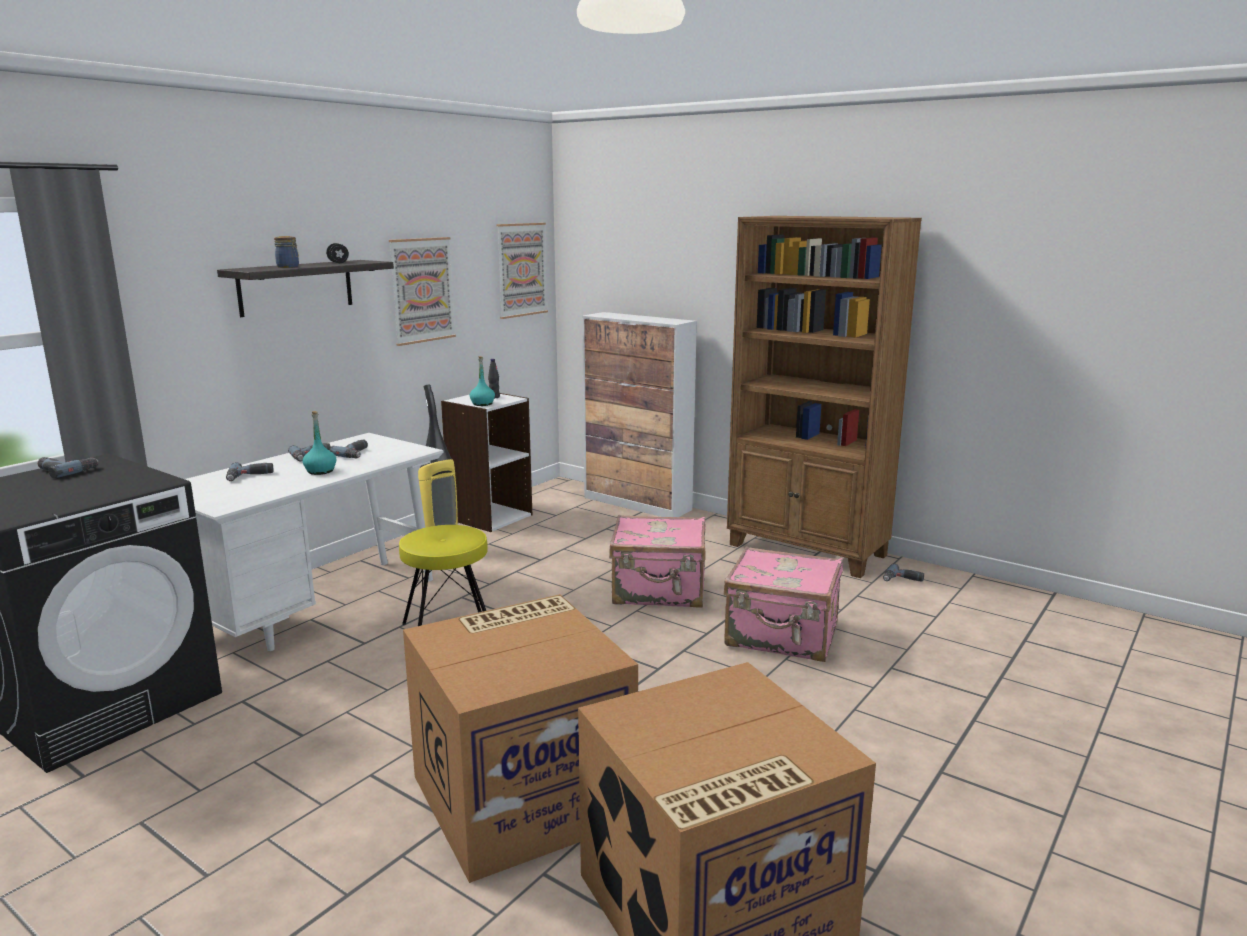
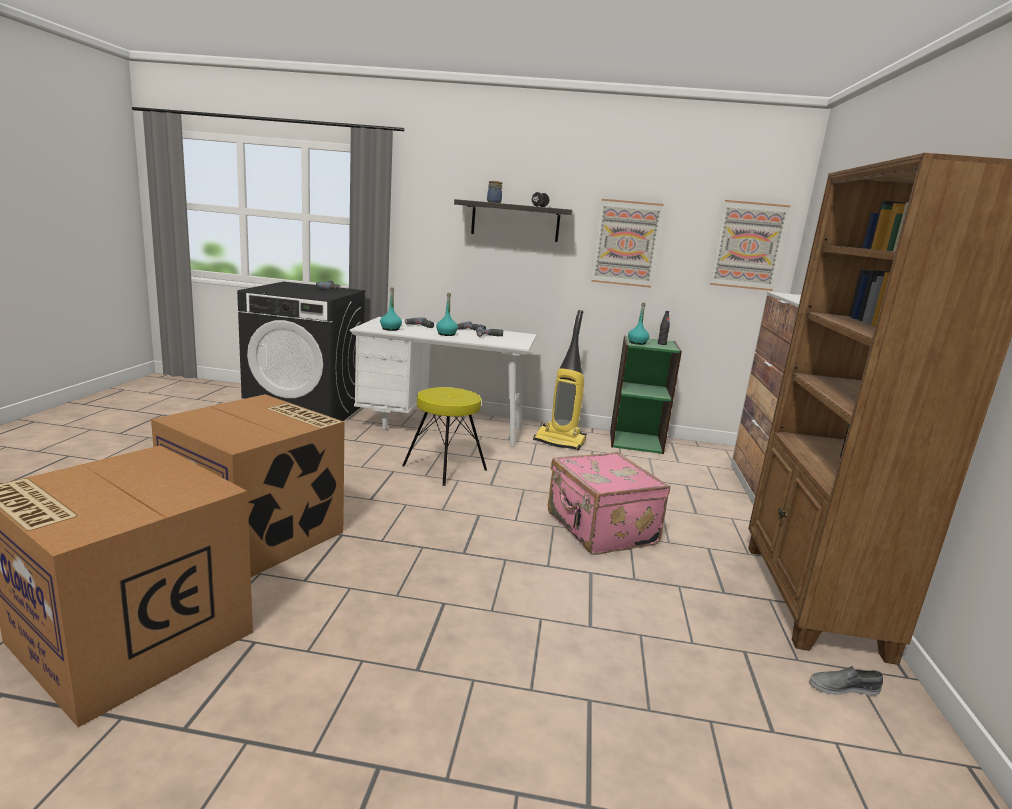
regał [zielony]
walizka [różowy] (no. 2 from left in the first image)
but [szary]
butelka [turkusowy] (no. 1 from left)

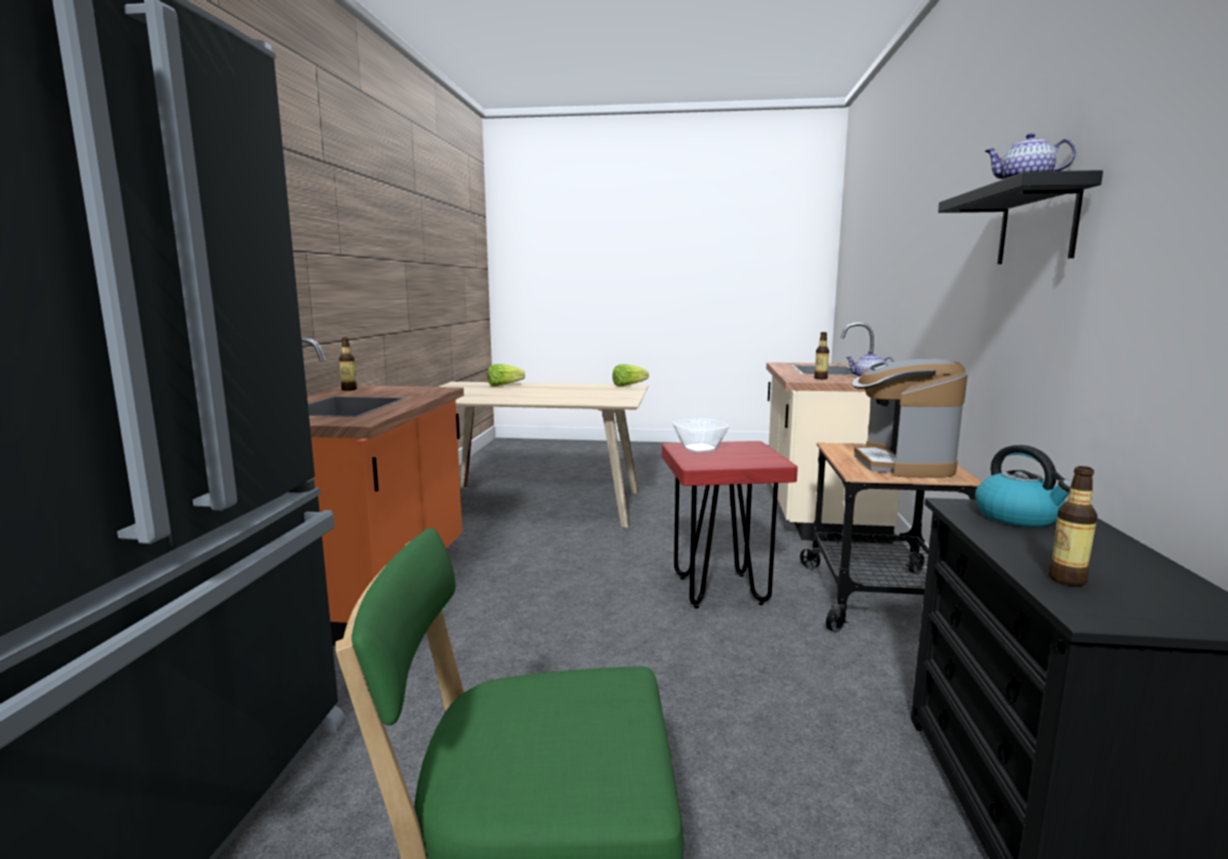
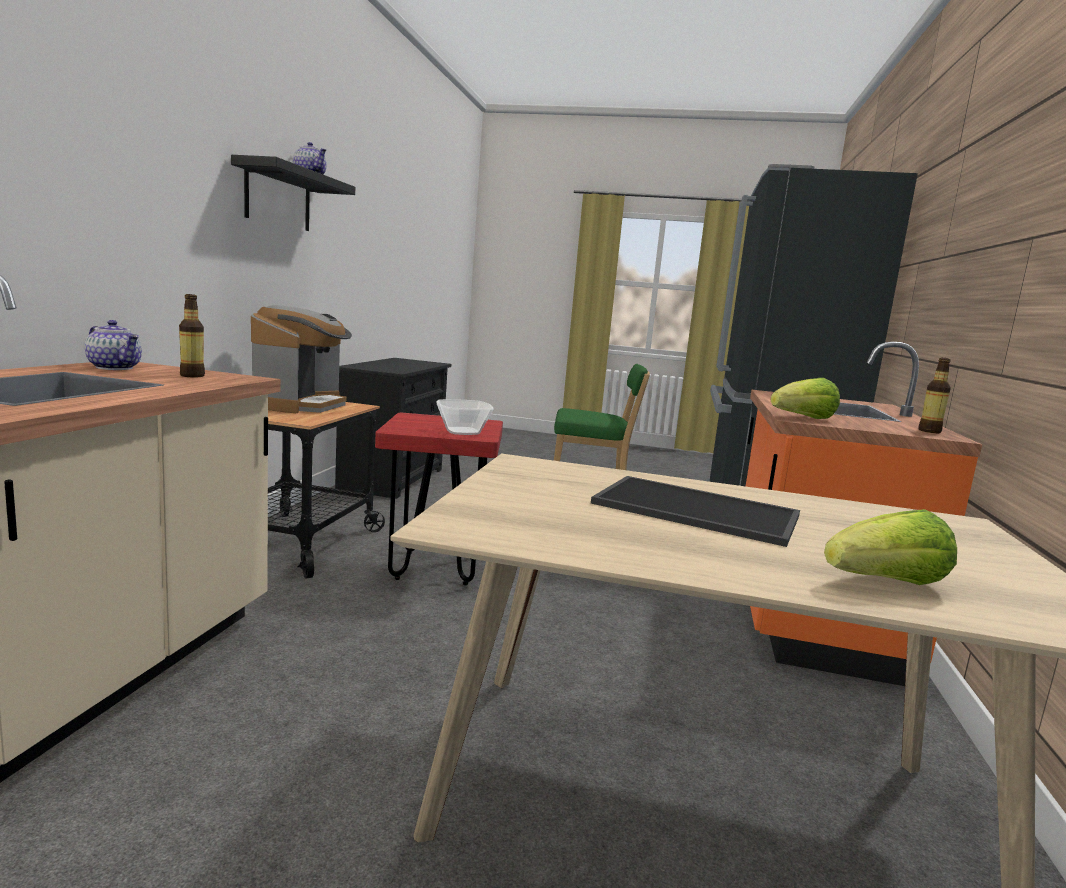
sałata (no. 1 from left)
czajnik
butelka (no. 3 from left in the first image)
taca

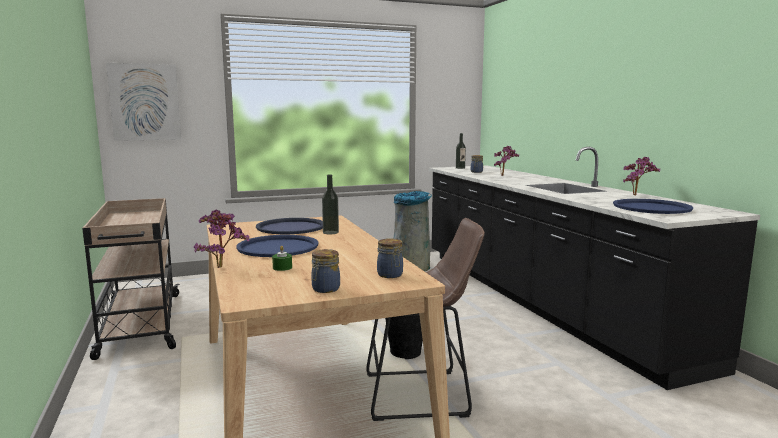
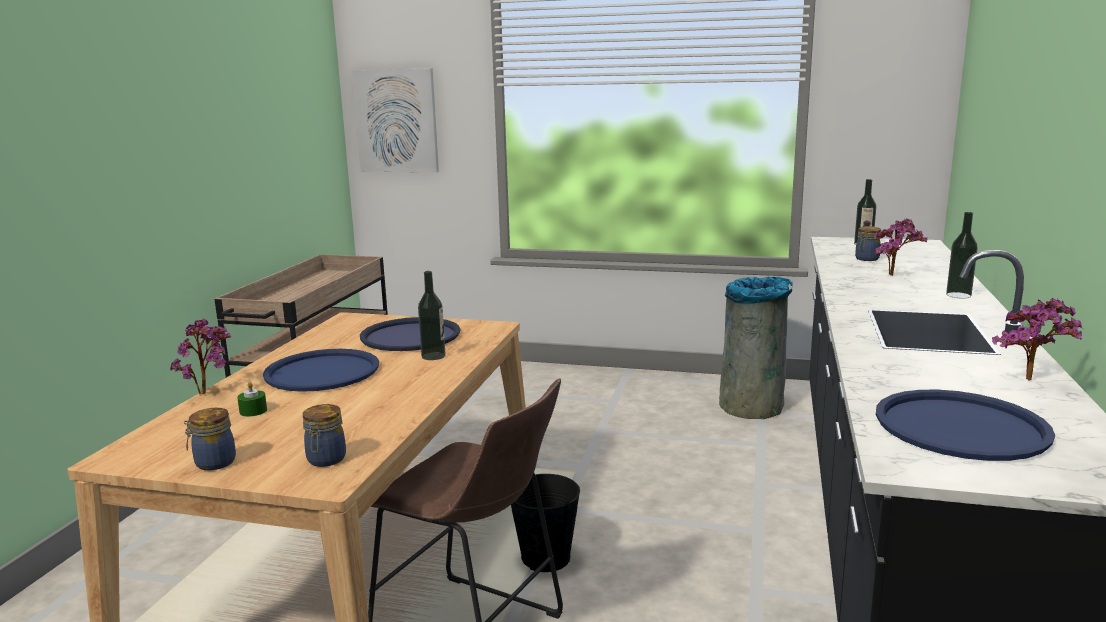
butelka (no. 3 from left)

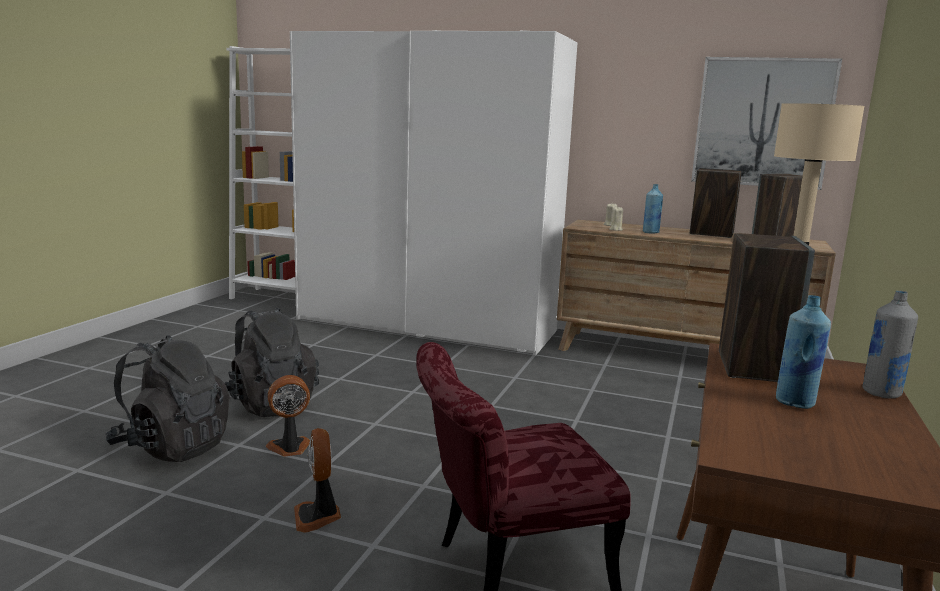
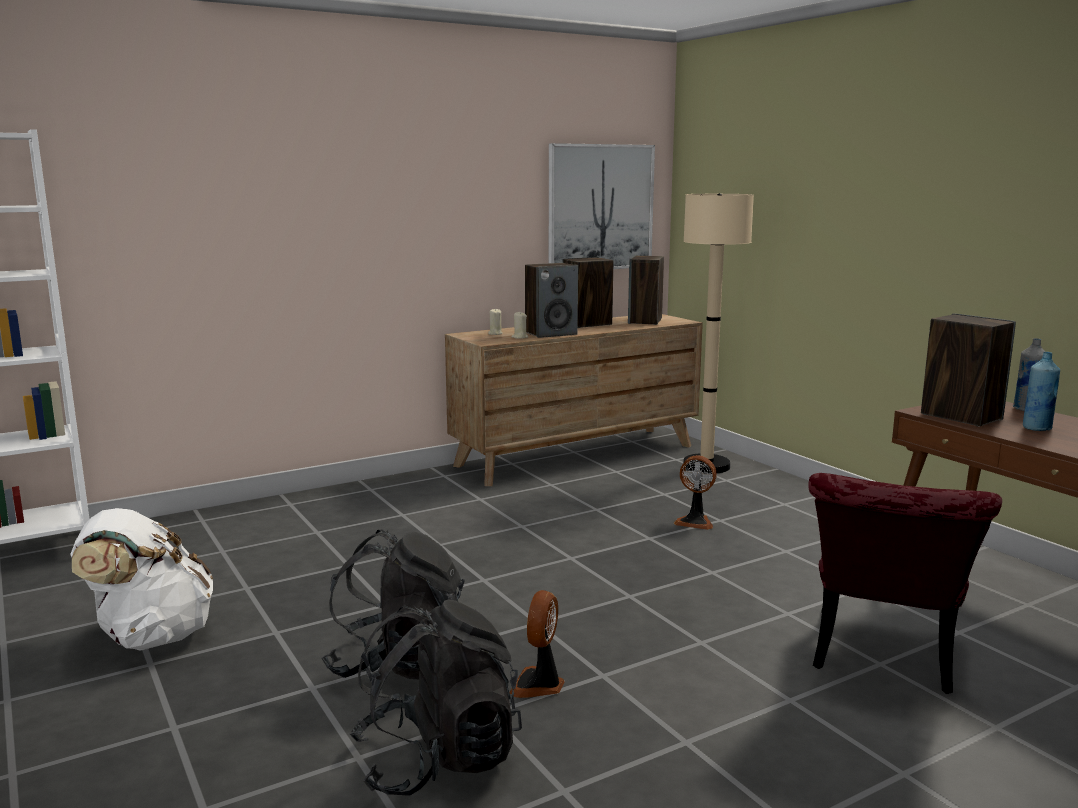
szafa [biały]
wentylator (no. 2 from left)
głośnik (no. 1 from left)
plecak [biały]

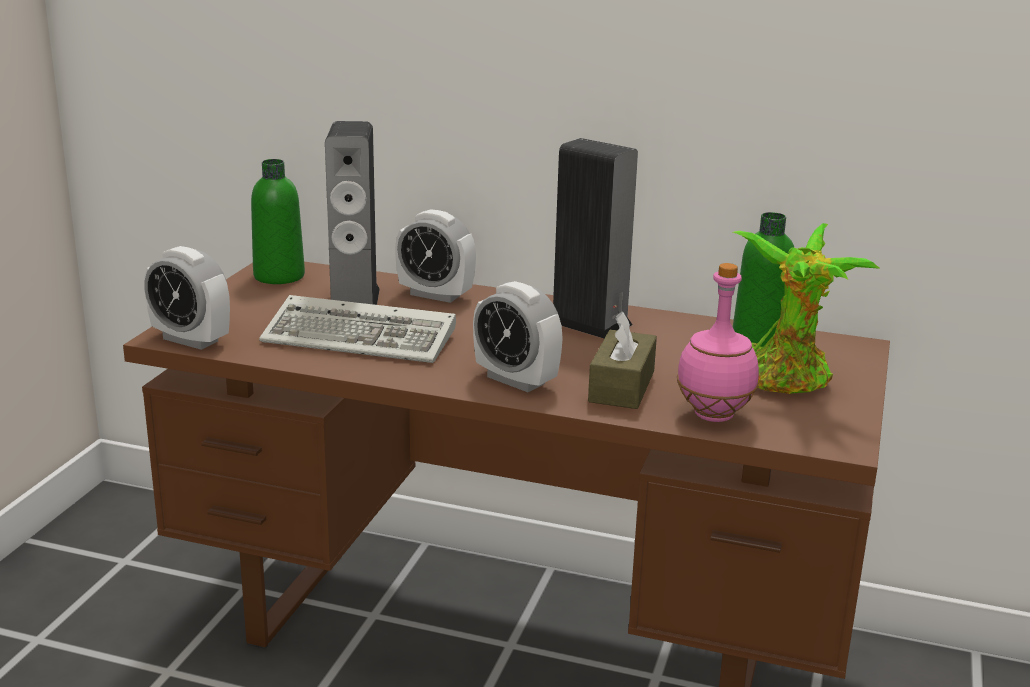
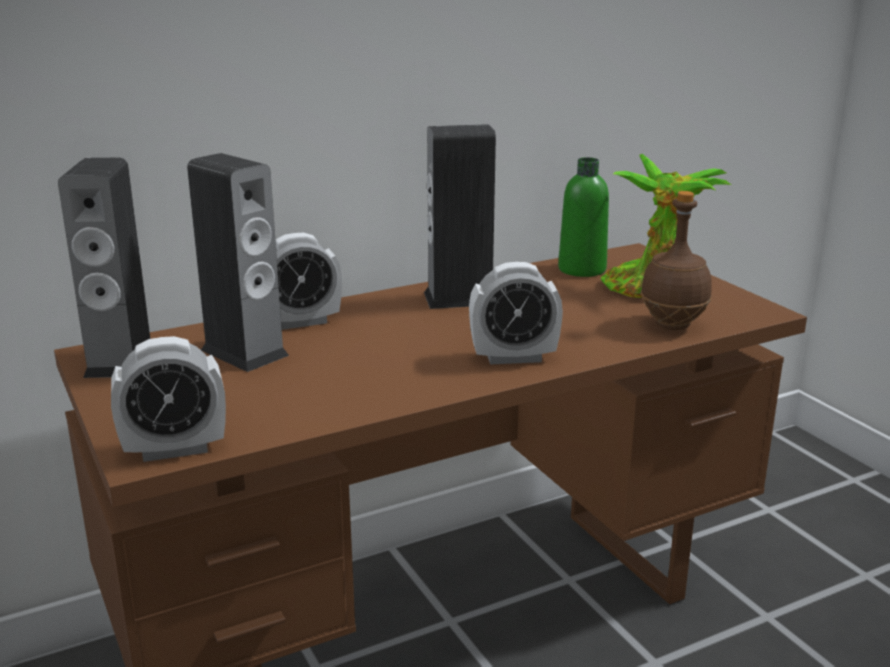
głośnik (no. 1 from left)
klawiatura
pudełko chusteczek [brązowy]
butelka [brązowy]

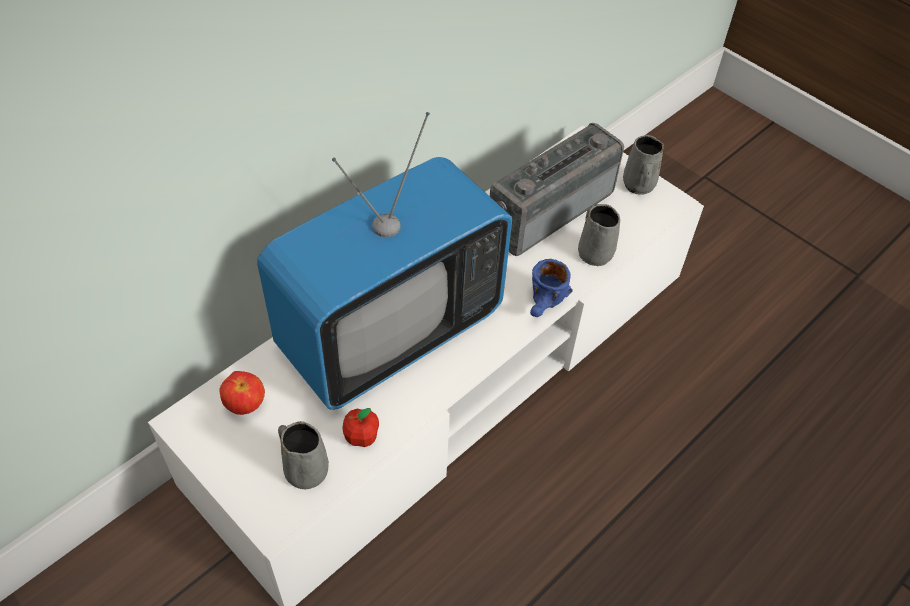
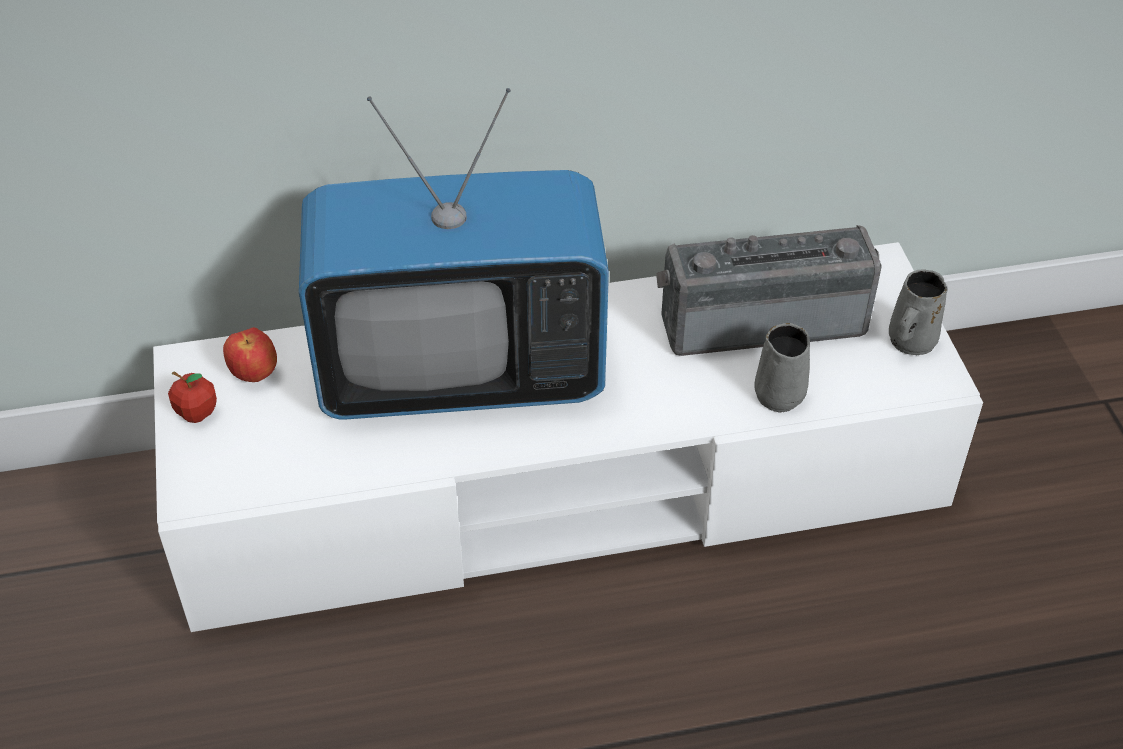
kubek [szary] (no. 1 from left in the first image)
jabłko (no. 1 from left)
kubek [niebieski]

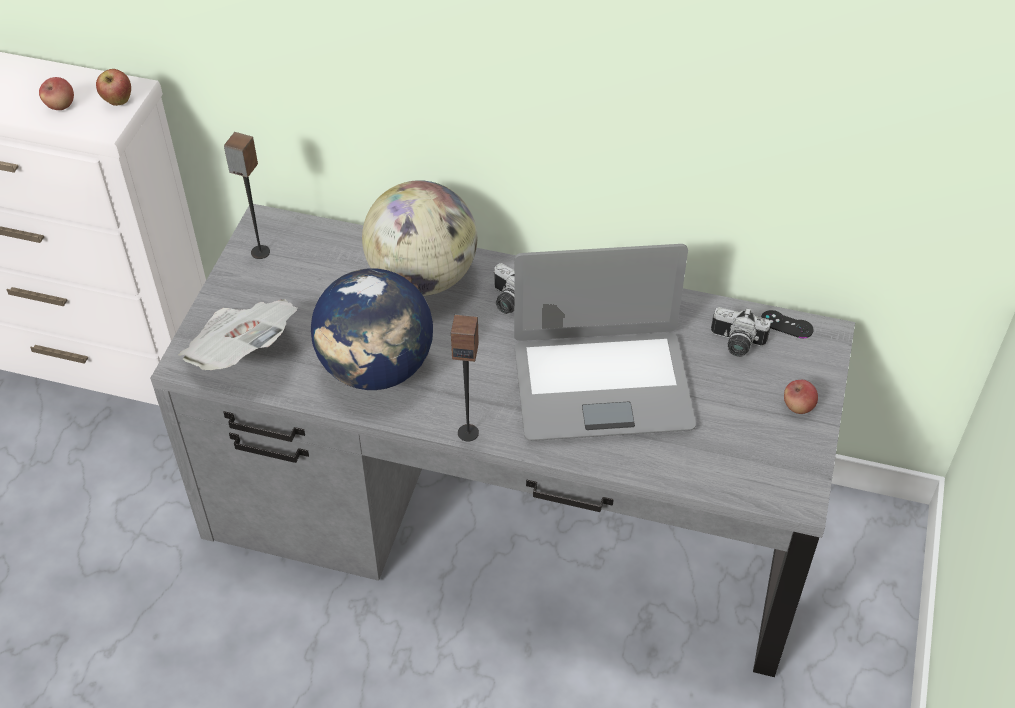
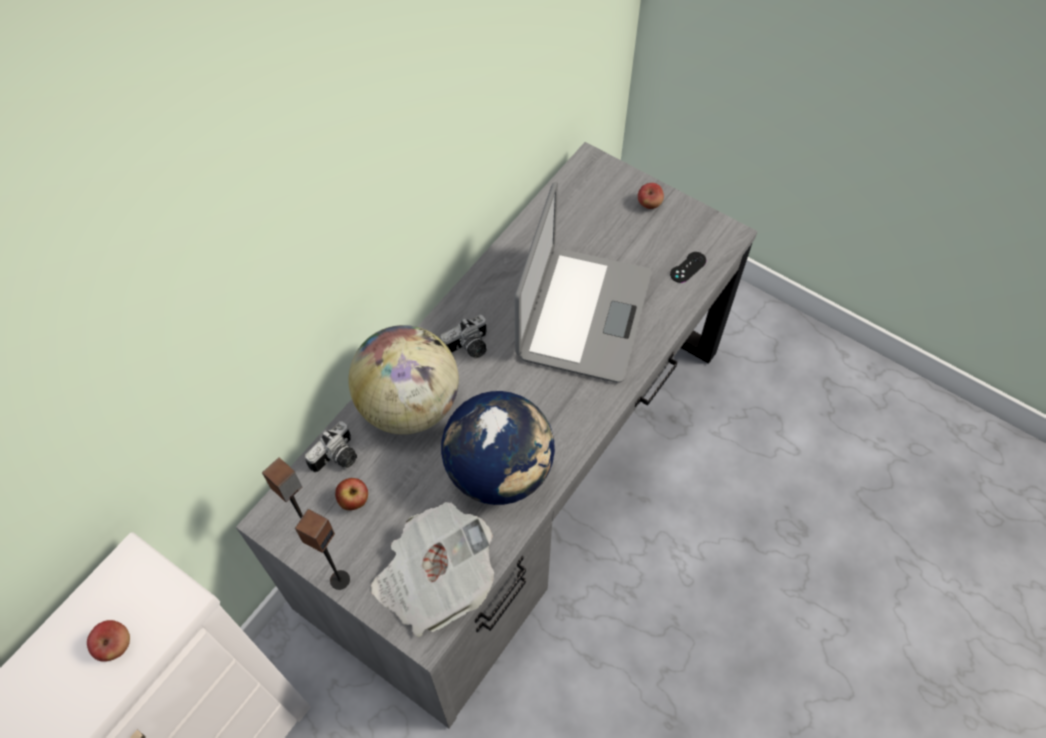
jabłko (no. 2 from left)
głośnik (no. 2 from left)
aparat fotograficzny (no. 1 from left)
pad do gier [czarny]

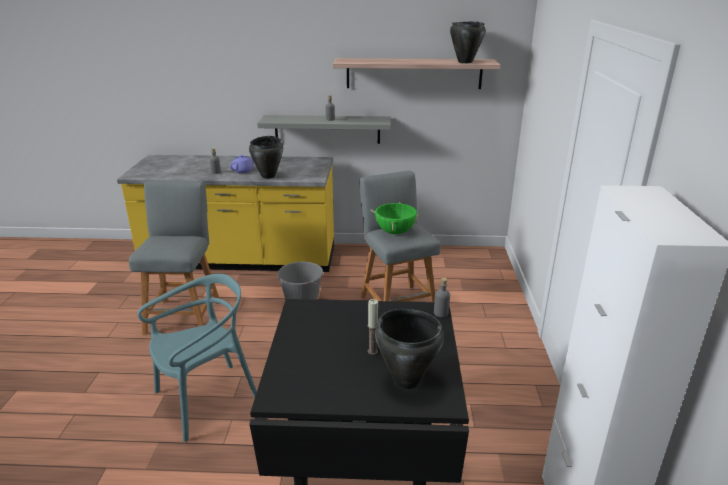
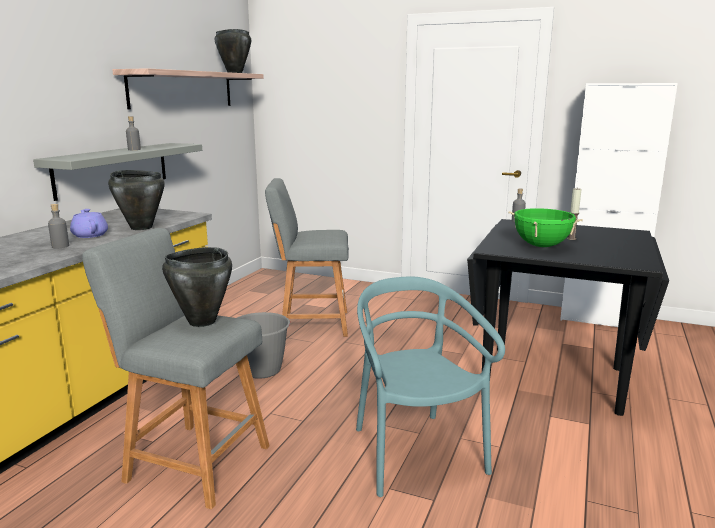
garnek [zielony]
garnek [czarny] (no. 2 from left)

